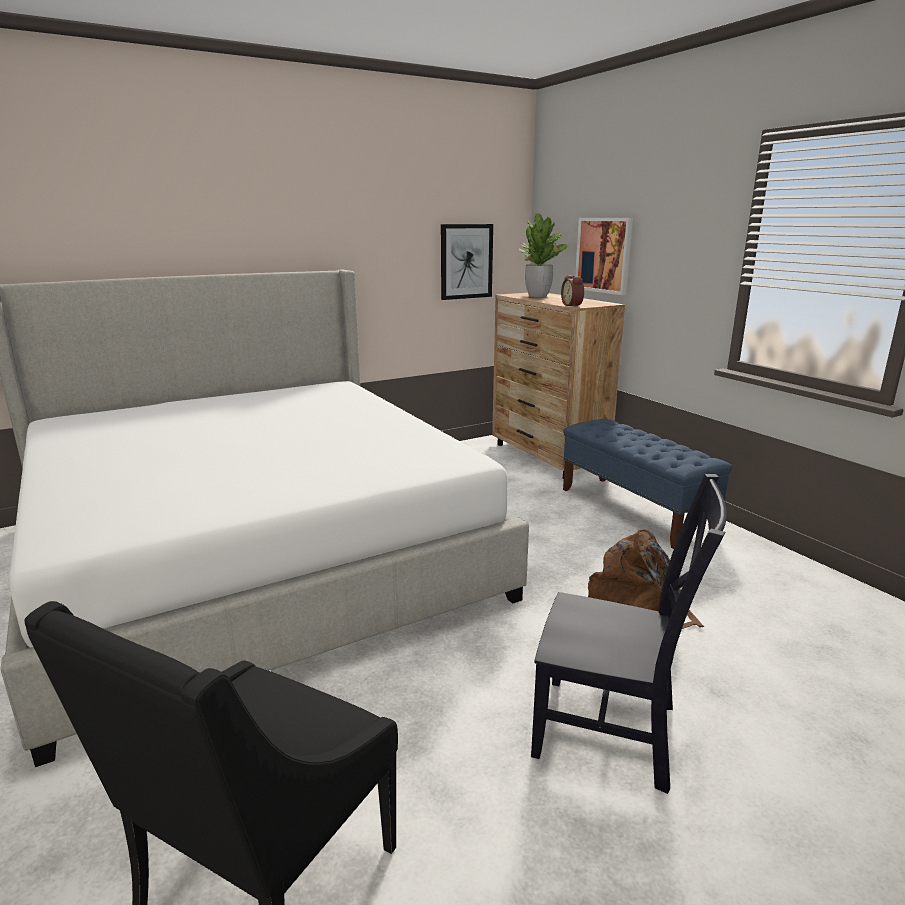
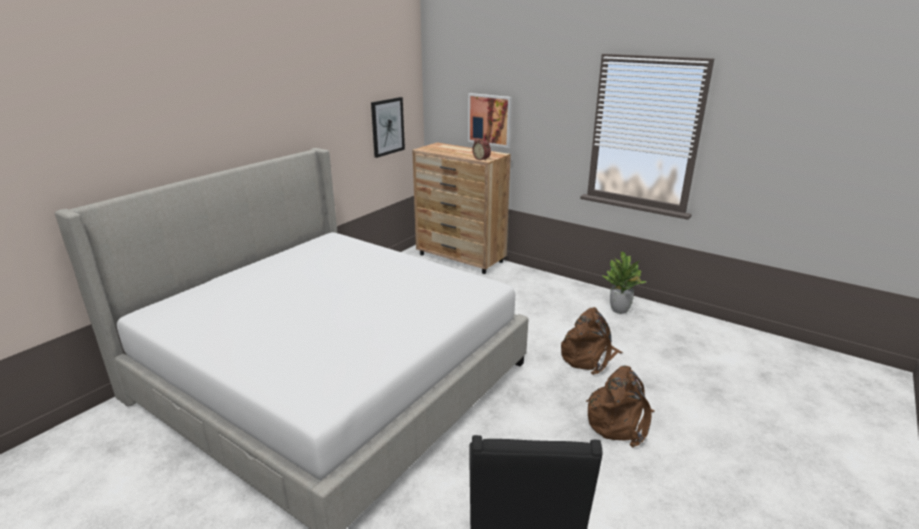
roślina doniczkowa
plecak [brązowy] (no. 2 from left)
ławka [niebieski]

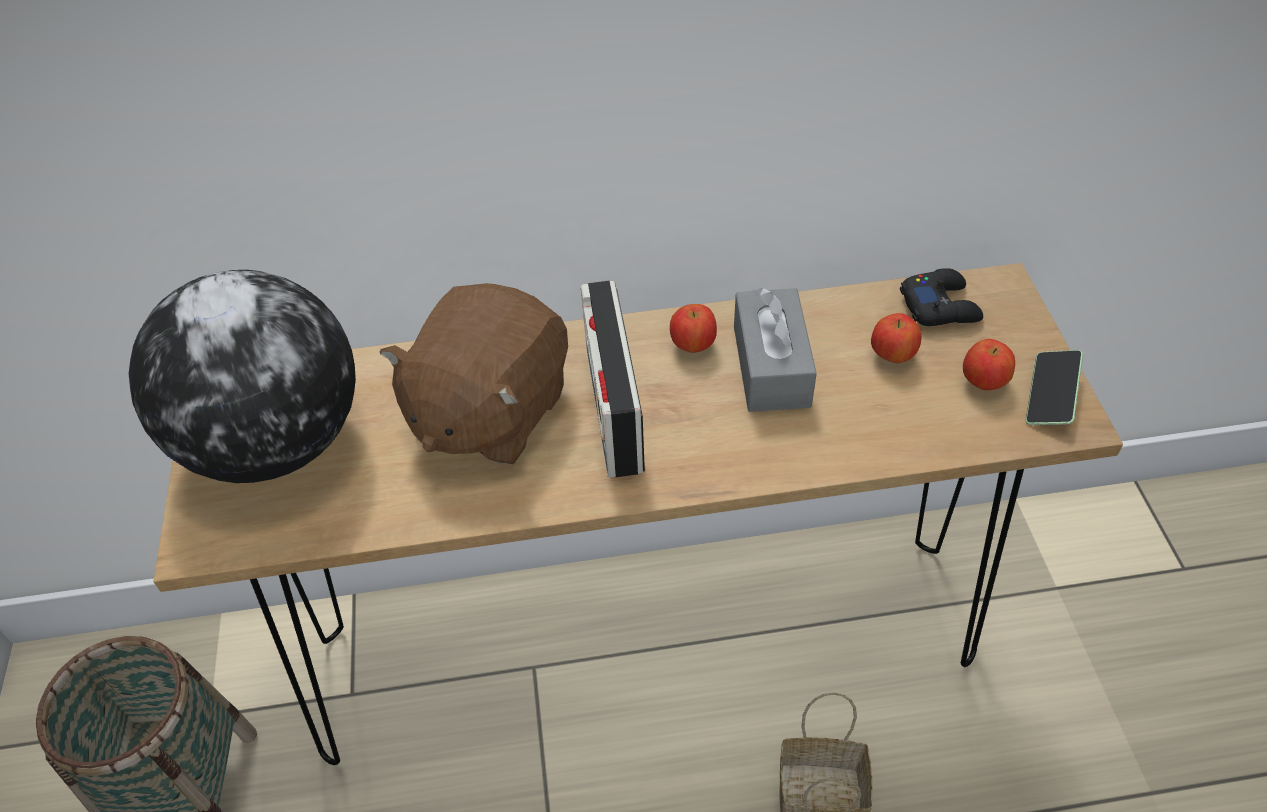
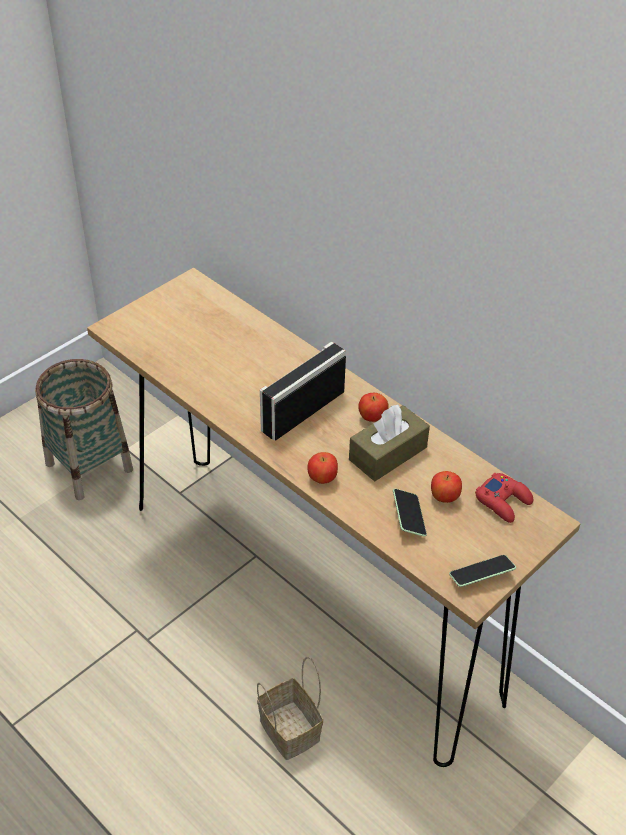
globus
pluszak [brązowy]
pudełko chusteczek [brązowy]
pad do gier [czerwony]
jabłko (no. 1 from left)
telefon (no. 1 from left)

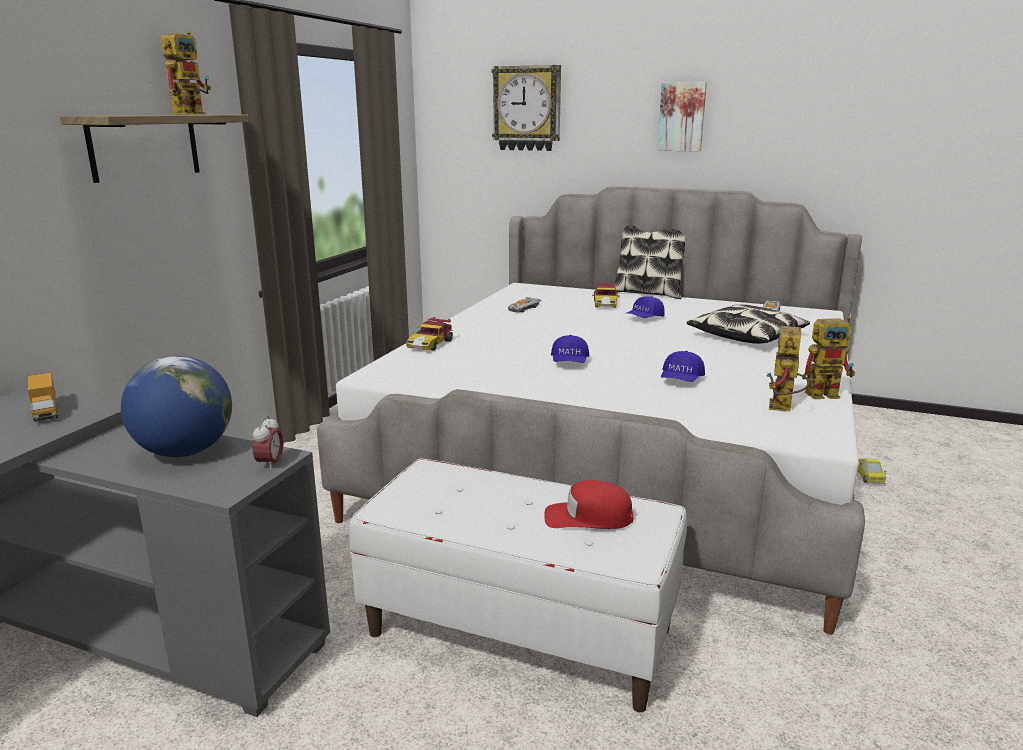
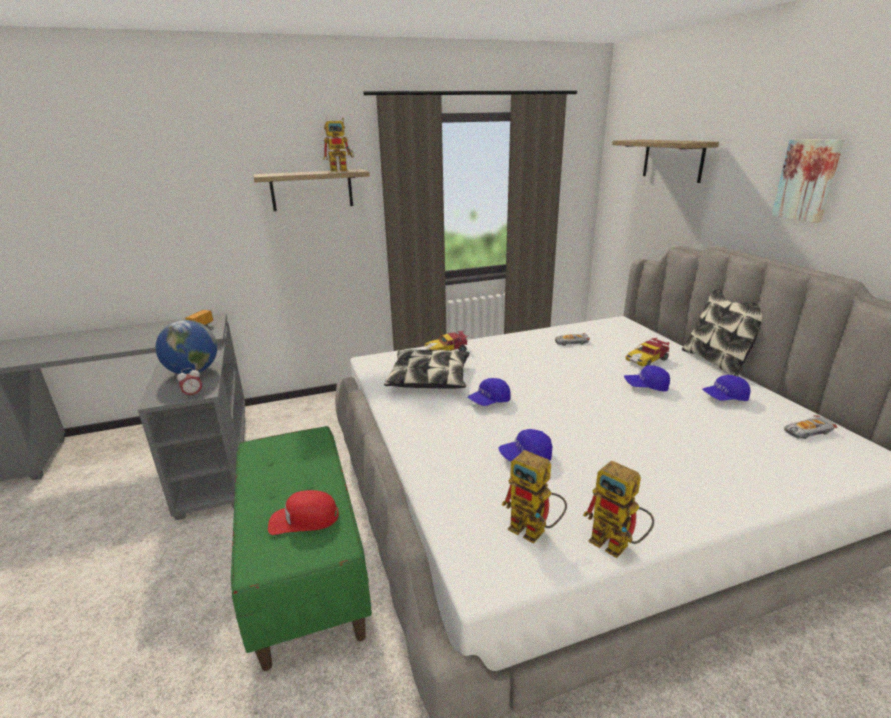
ławka [zielony]
półka (no. 2 from left)
czapka z daszkiem [czerwony]
poduszka (no. 1 from left)
robot zabawkowy (no. 2 from left)
ciężarówka zabawkowa (no. 2 from left in the first image)
czapka z daszkiem [niebieski] (no. 4 from left)

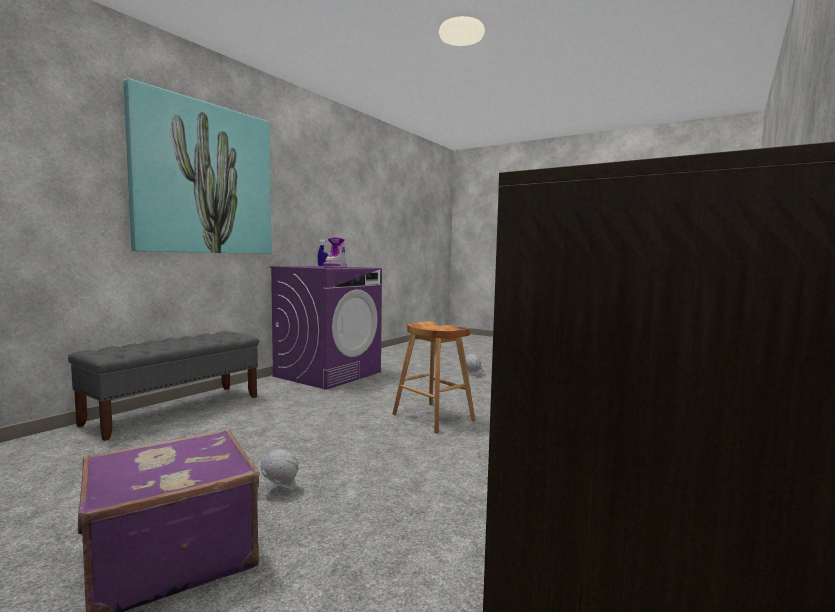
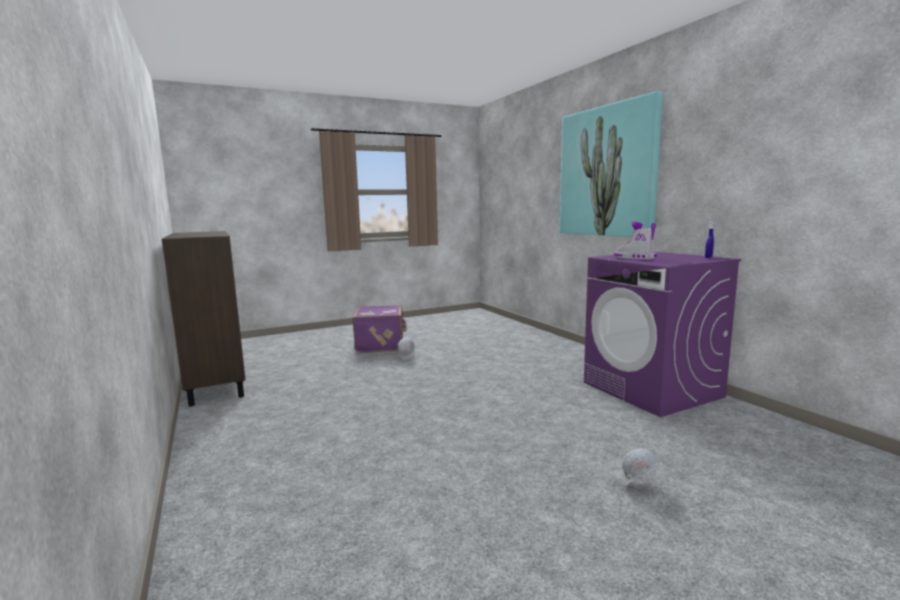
ławka [szary]
stołek [brązowy]

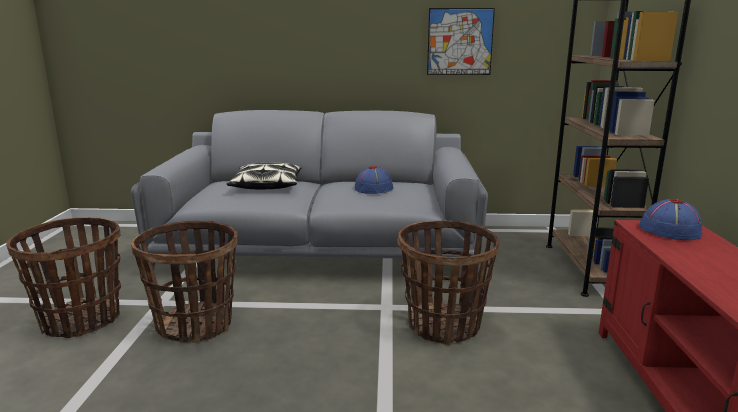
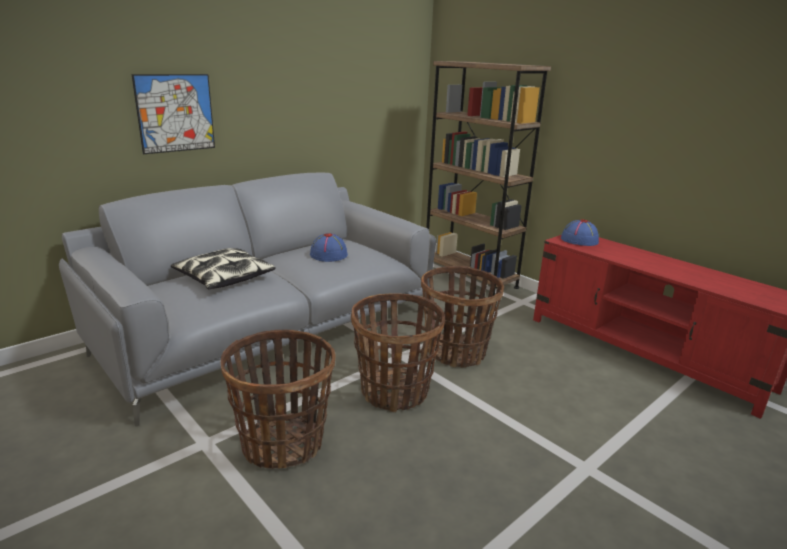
koszyk (no. 2 from left)
obraz

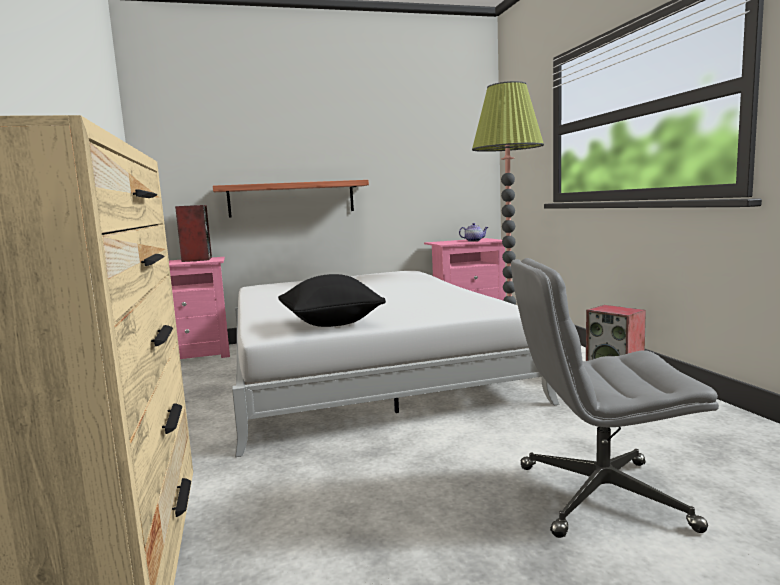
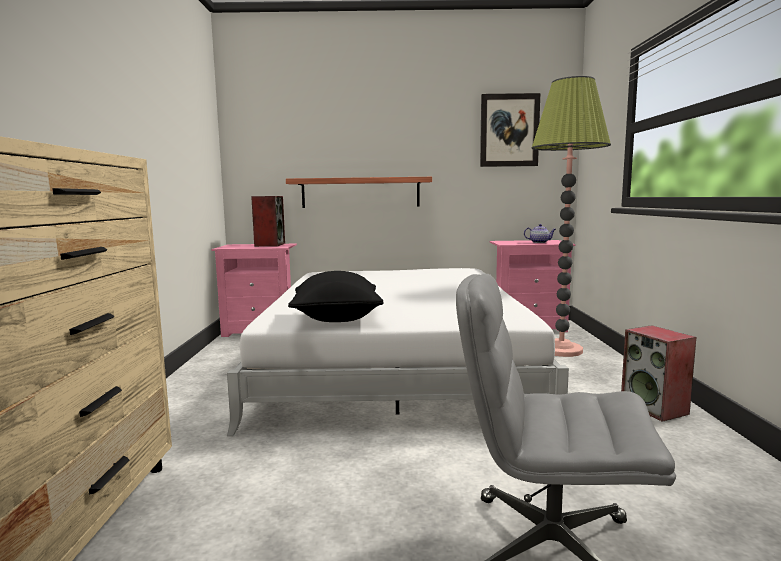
obraz

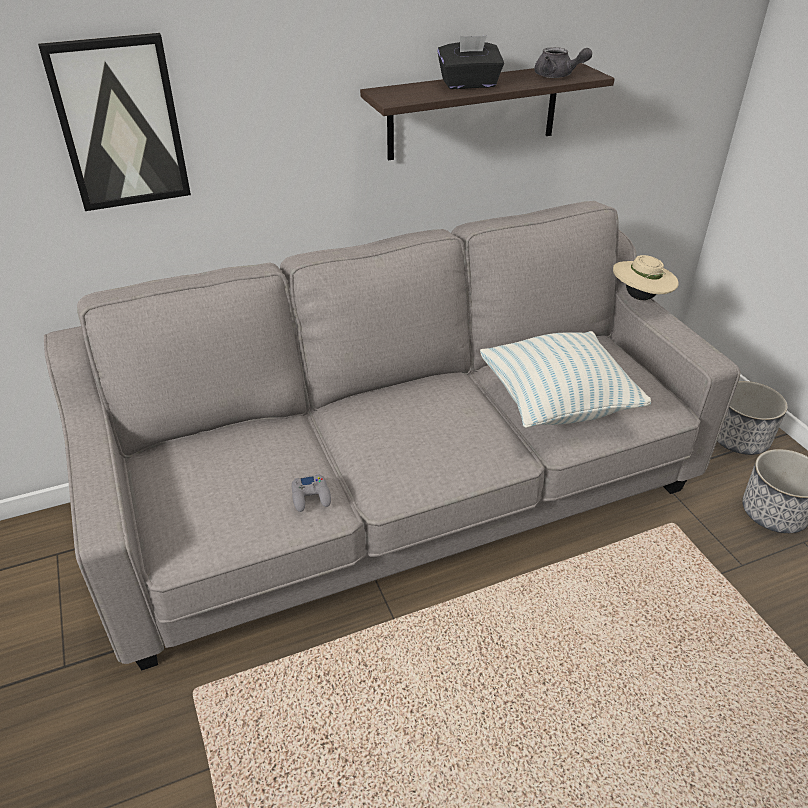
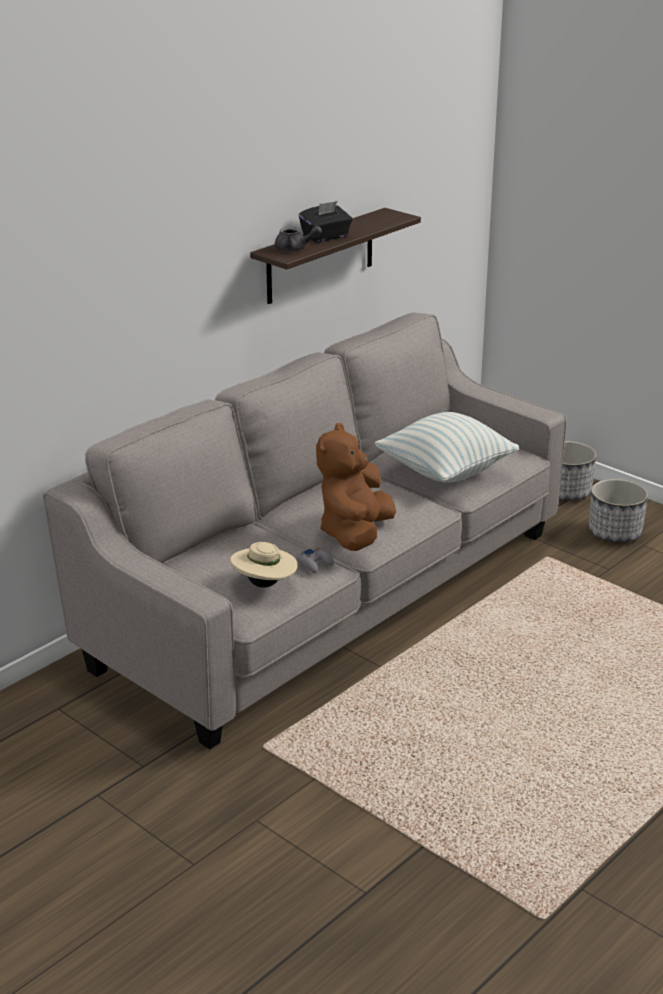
obraz
imbryk [szary]
kapelusz [beżowy]
pluszak [brązowy]

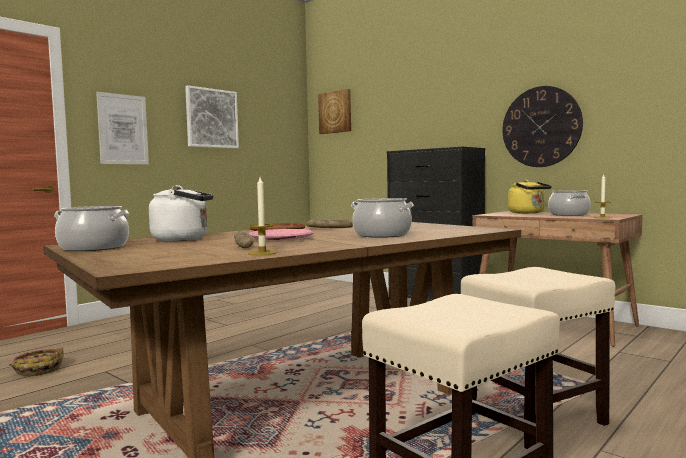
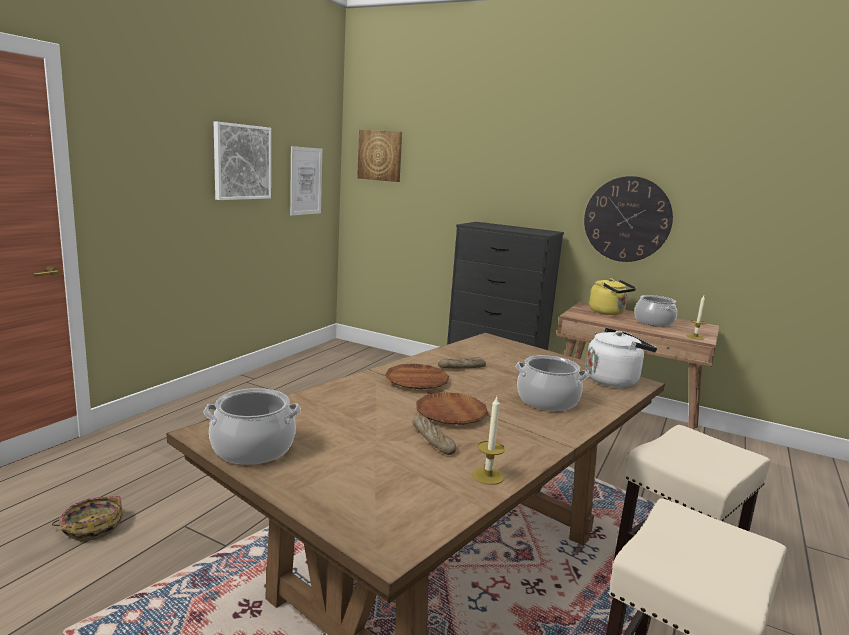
obraz (no. 2 from left)
czajnik [biały]
talerz [brązowy] (no. 2 from left)

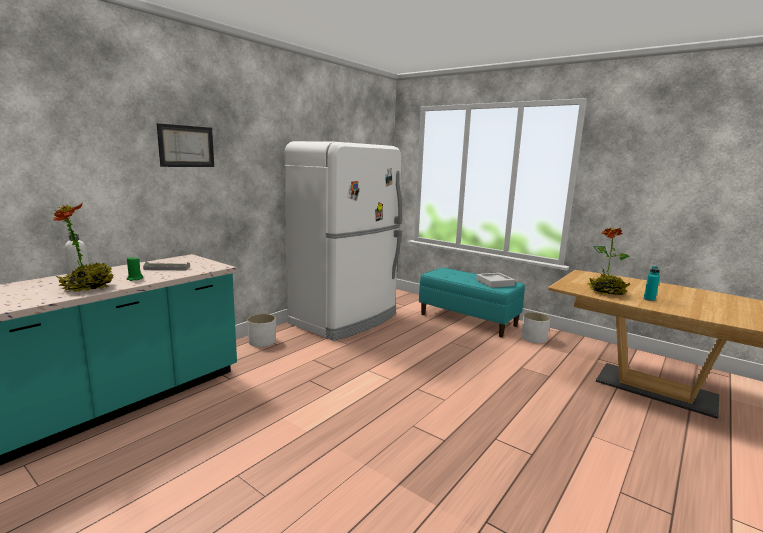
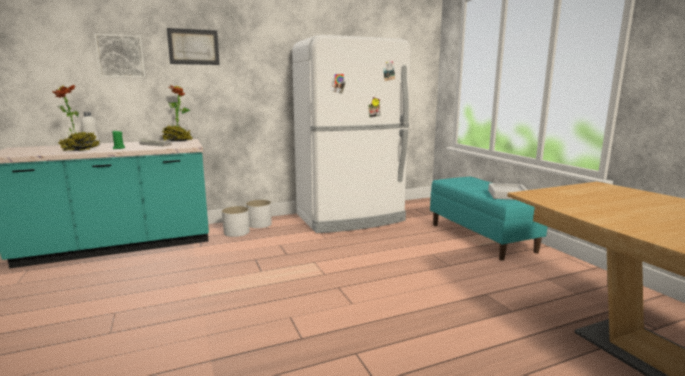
donica [biały] (no. 1 from left)
roślina doniczkowa (no. 2 from left)
butelka [turkusowy]
obraz (no. 1 from left)

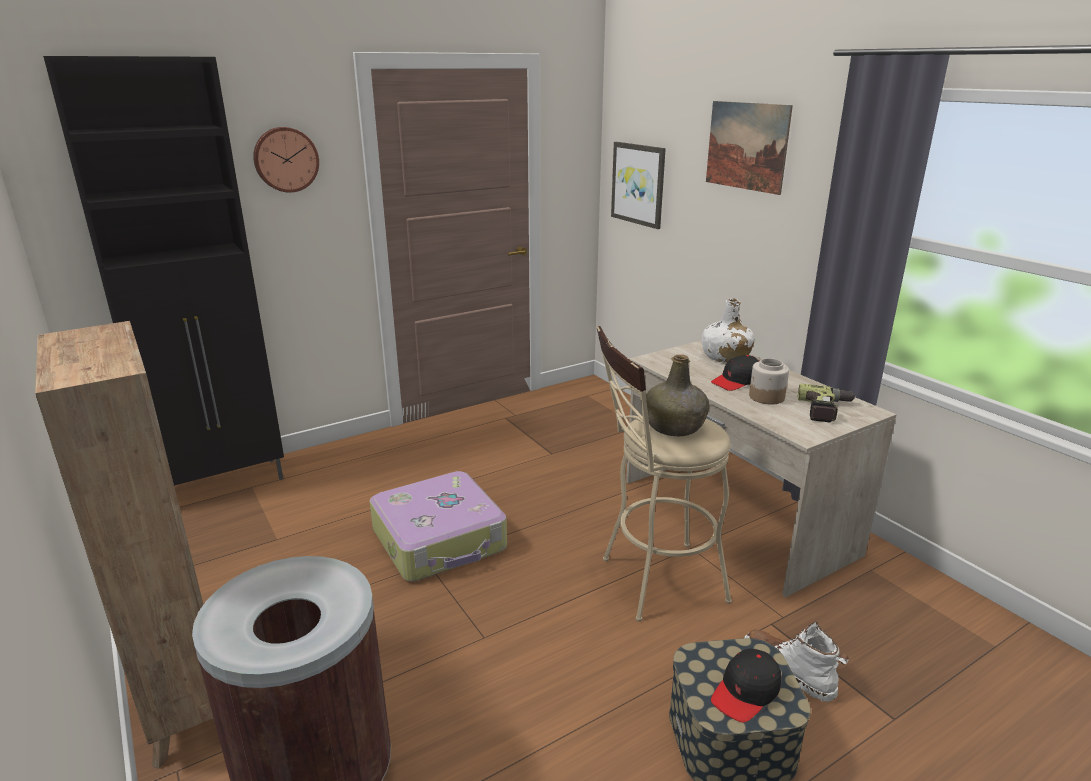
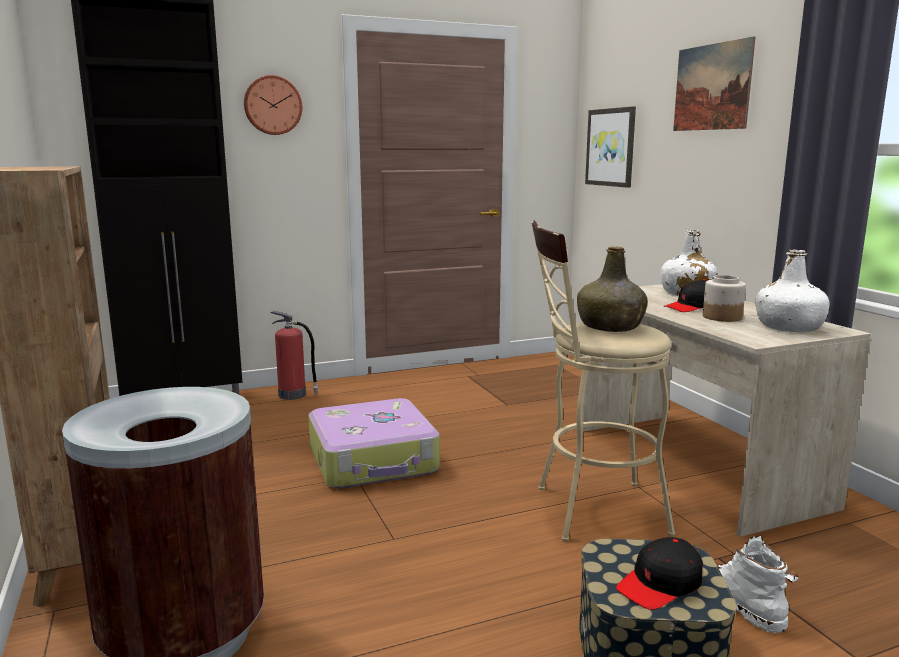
butelka [biały] (no. 2 from left)
gaśnica

